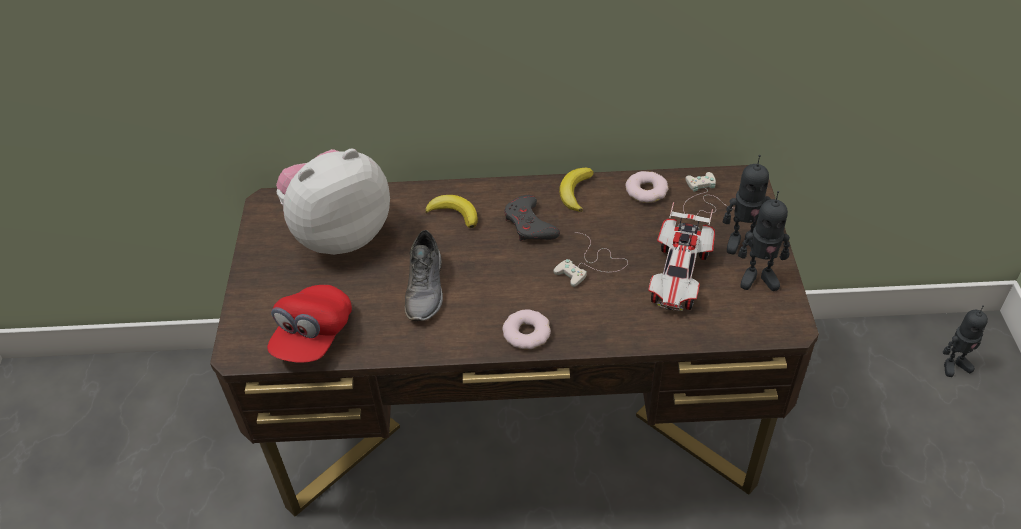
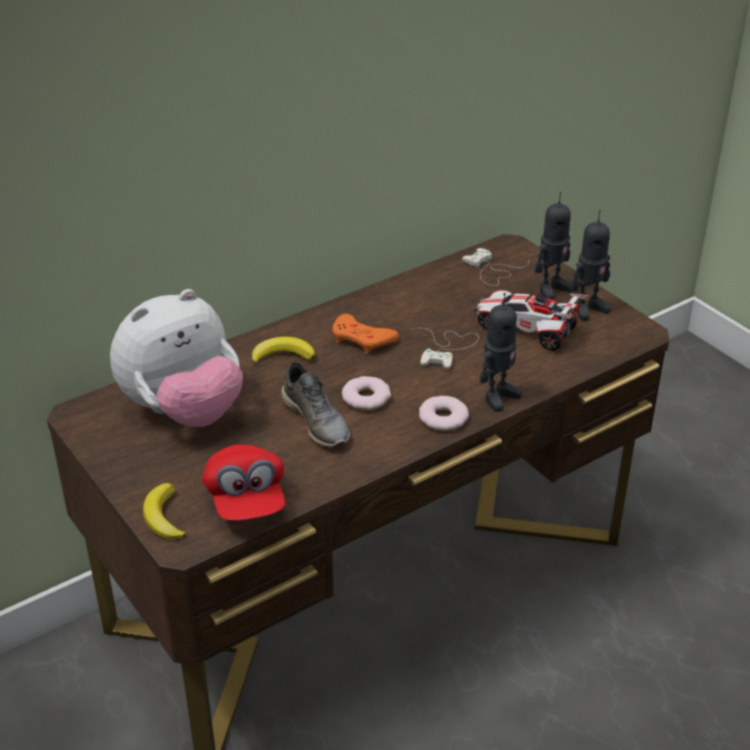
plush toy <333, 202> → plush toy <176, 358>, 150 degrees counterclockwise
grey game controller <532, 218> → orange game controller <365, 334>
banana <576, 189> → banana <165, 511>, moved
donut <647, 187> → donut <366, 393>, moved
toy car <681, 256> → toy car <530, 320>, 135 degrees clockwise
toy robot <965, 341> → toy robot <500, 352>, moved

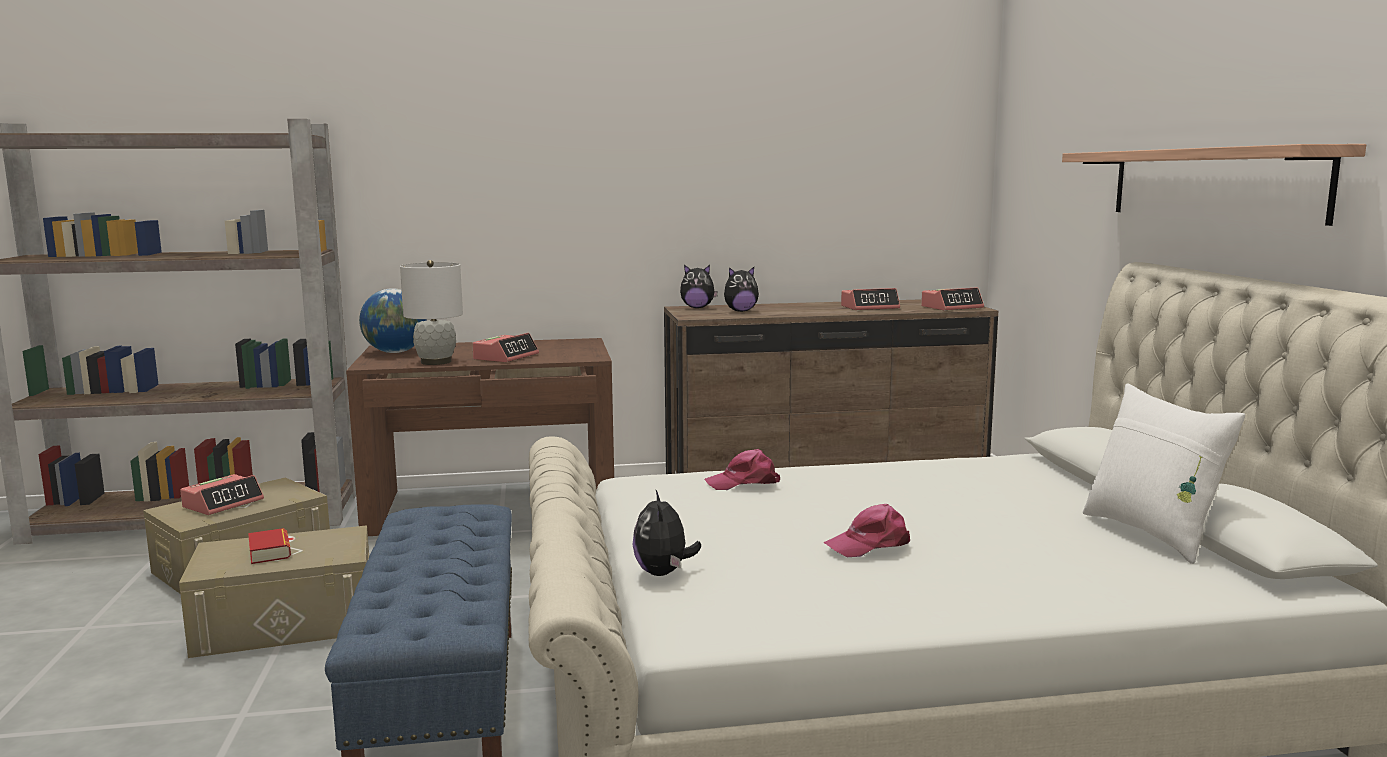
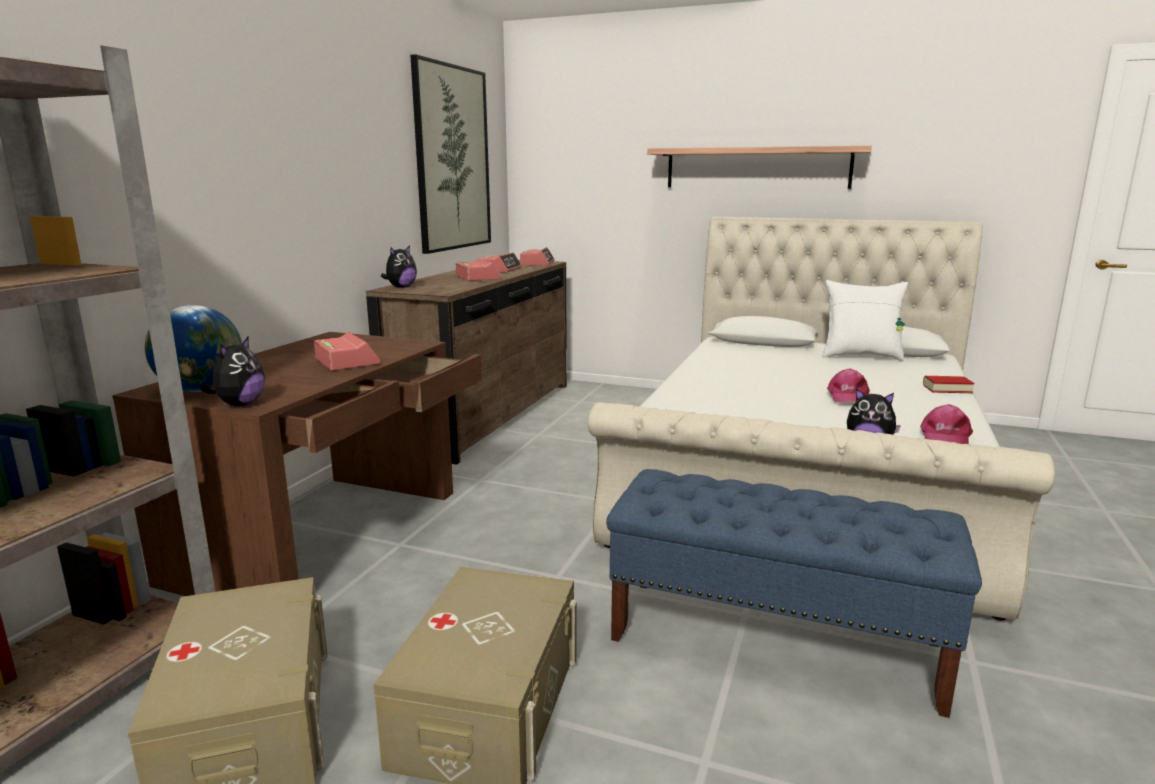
alarm clock <222, 494> → alarm clock <478, 270>, moved
book <269, 546> → book <949, 384>, moved
white table lamp <431, 312> → -
pink cap <742, 469> → pink cap <946, 424>, moved
plush toy <741, 289> → plush toy <233, 371>, moved
- → picture <450, 154>

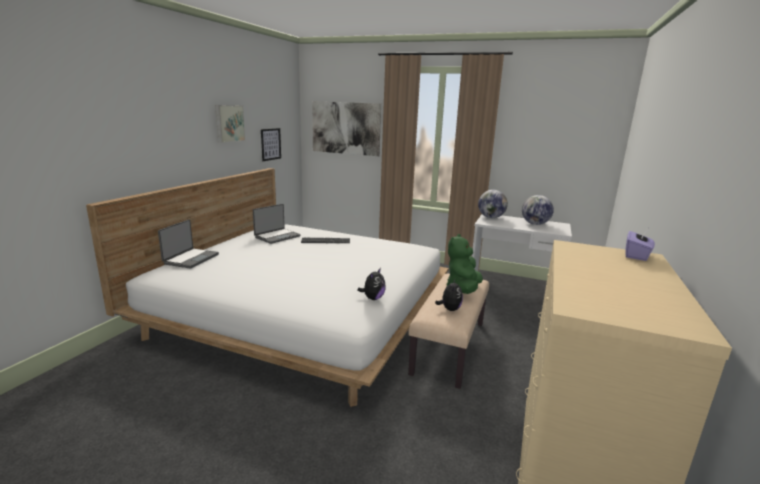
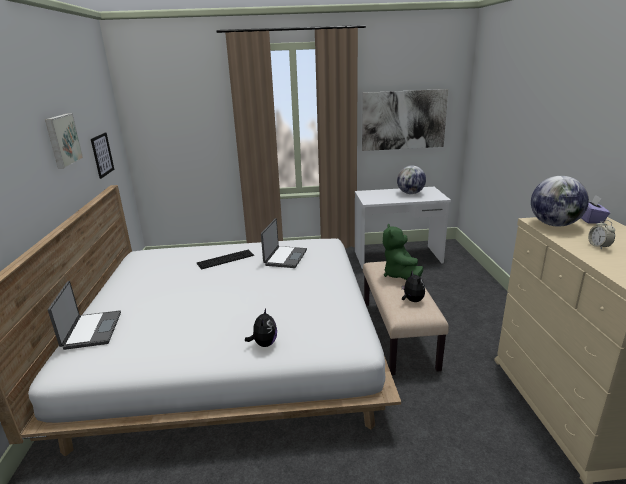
laptop <277, 224> → laptop <284, 243>, moved
picture <346, 128> → picture <405, 120>, moved
plush toy <371, 284> → plush toy <261, 327>, moved
globe <493, 204> → globe <560, 201>, moved
- → alarm clock <601, 235>

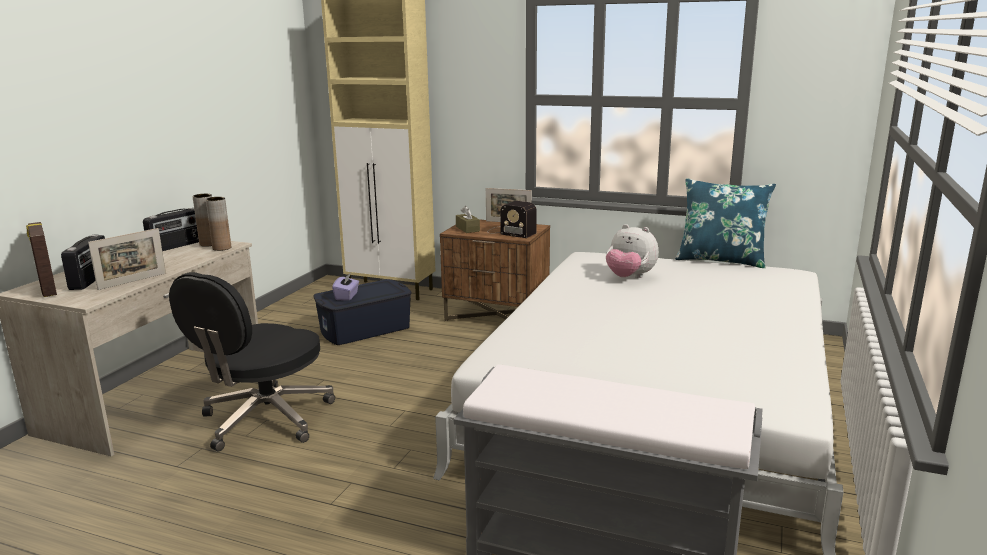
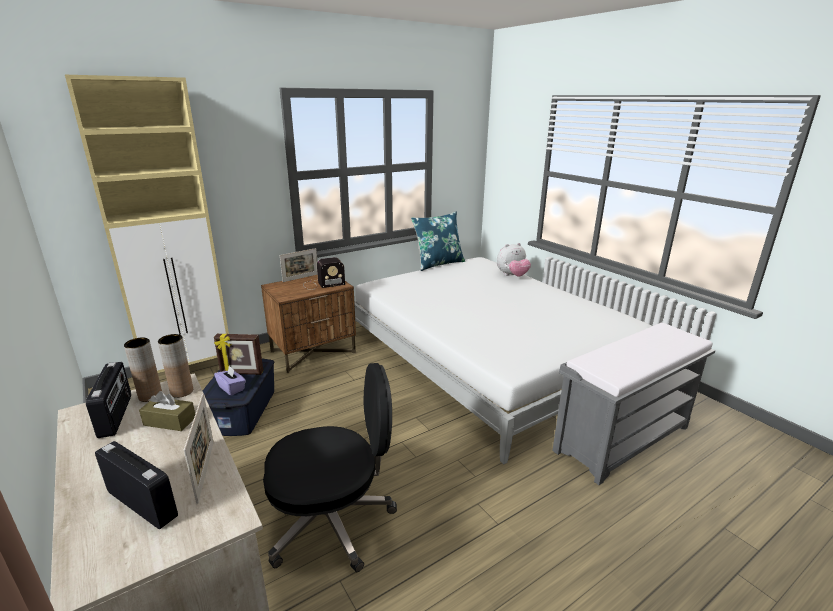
picture frame <41, 259> → picture frame <238, 354>, moved
black office chair <252, 361> → black office chair <330, 467>, 75 degrees counterclockwise
brown tissue box <468, 219> → brown tissue box <167, 411>, moved
plush toy <632, 251> → plush toy <514, 260>, moved

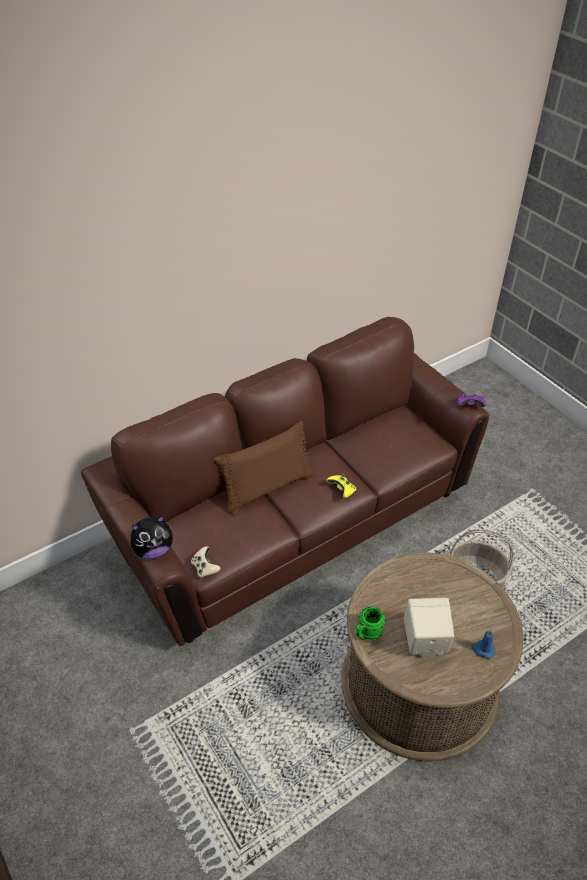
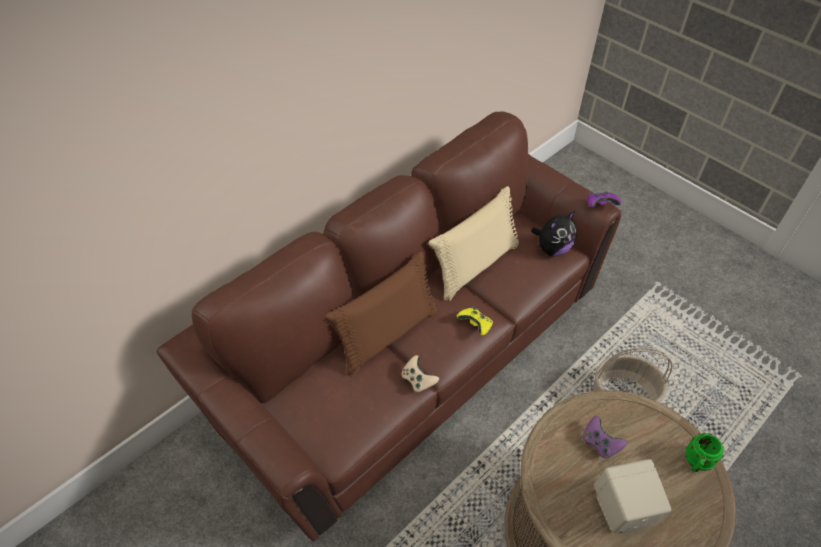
plush toy <152, 537> → plush toy <554, 233>, moved
beige game controller <206, 562> → beige game controller <420, 374>, moved
green mug <371, 623> → green mug <705, 452>, moved
blue candle <483, 644> → -
- → beige pillow <474, 243>
- → purple game controller <604, 437>

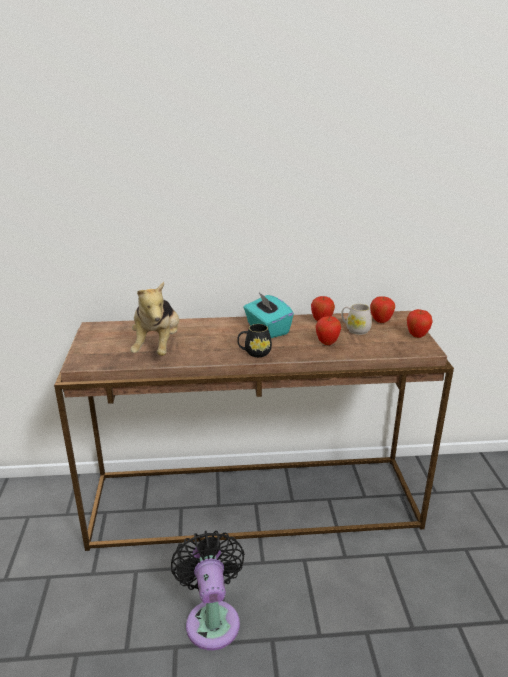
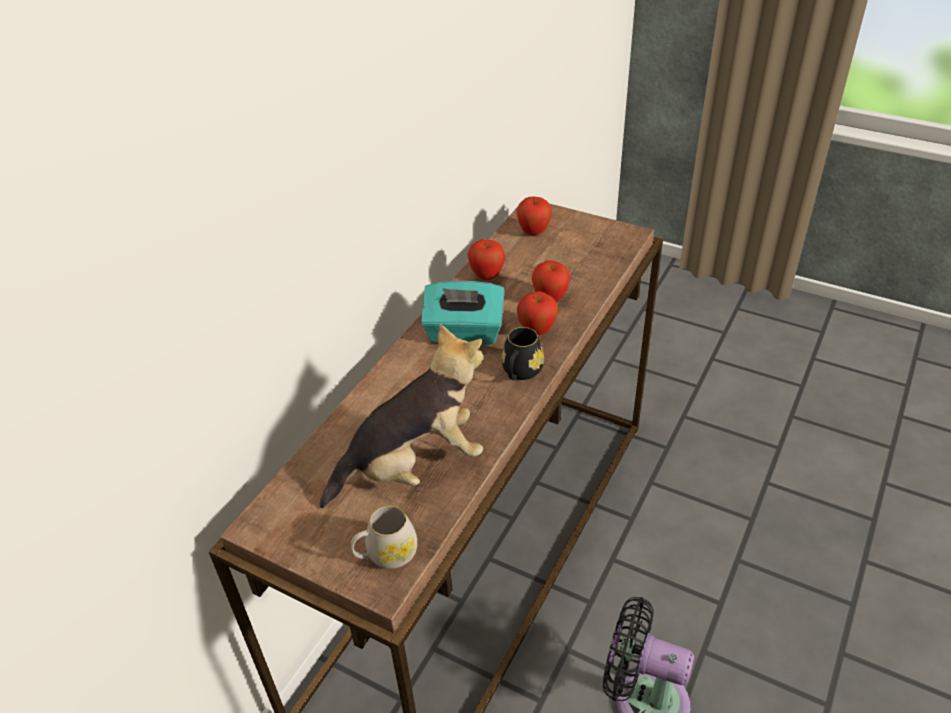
plush toy <154, 319> → plush toy <401, 415>, 60 degrees counterclockwise
white mug <356, 319> → white mug <384, 537>, moved
apple <420, 323> → apple <537, 313>, moved

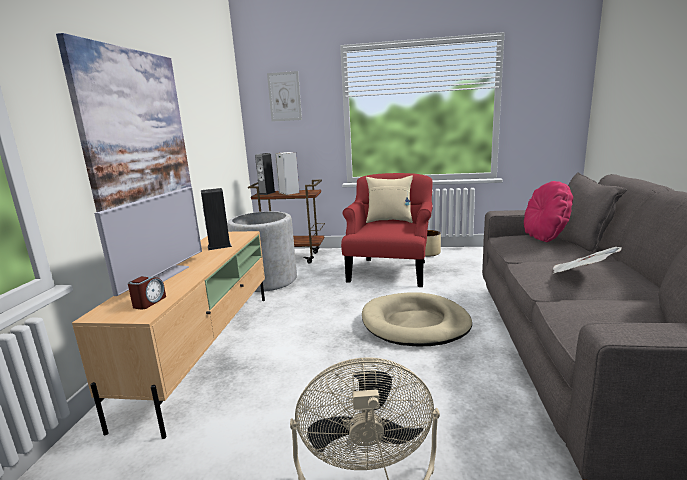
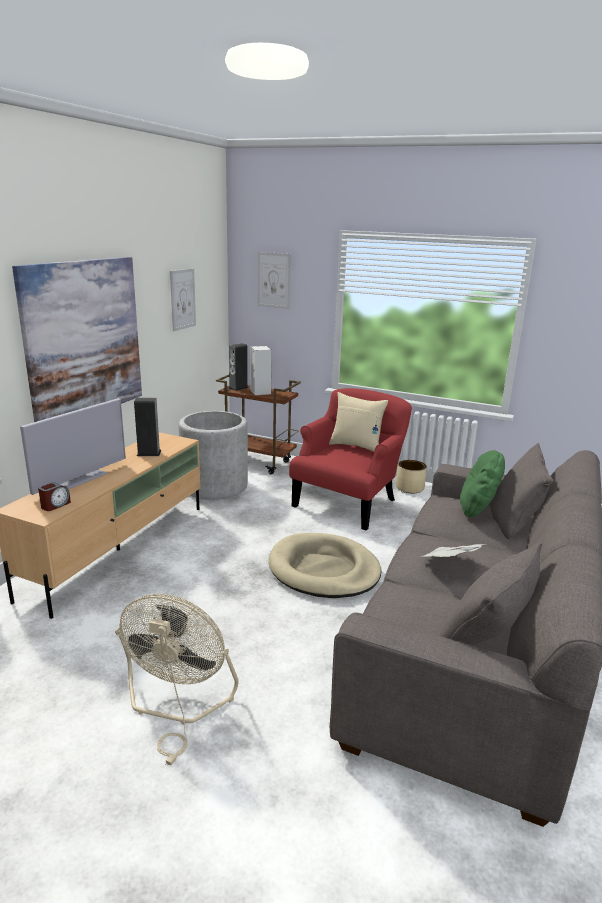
pink pillow <548, 211> → green pillow <482, 483>
- → picture <183, 299>

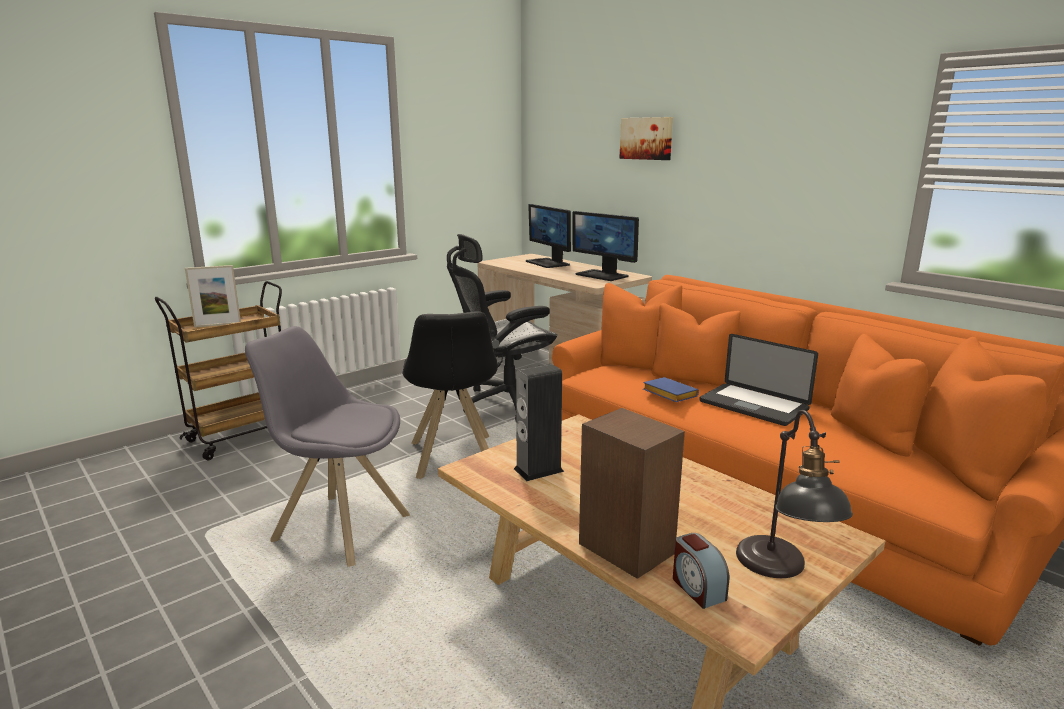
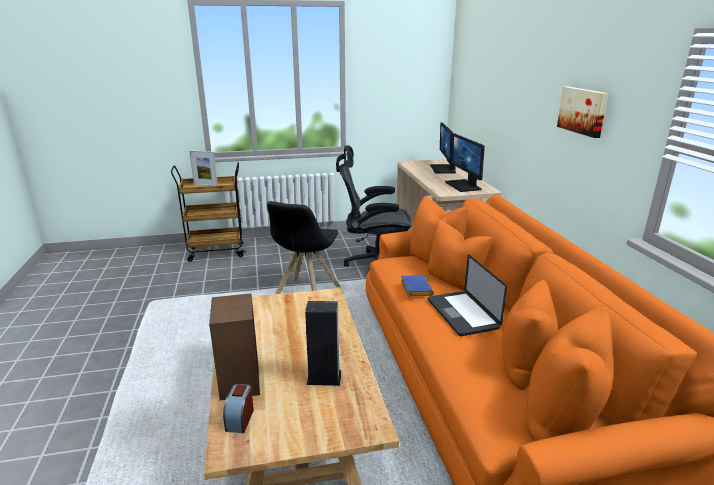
grey chair <327, 446> → -
speaker <539, 422> → speaker <323, 343>, moved
picture <646, 138> → picture <583, 112>, moved
grey table lamp <794, 494> → -

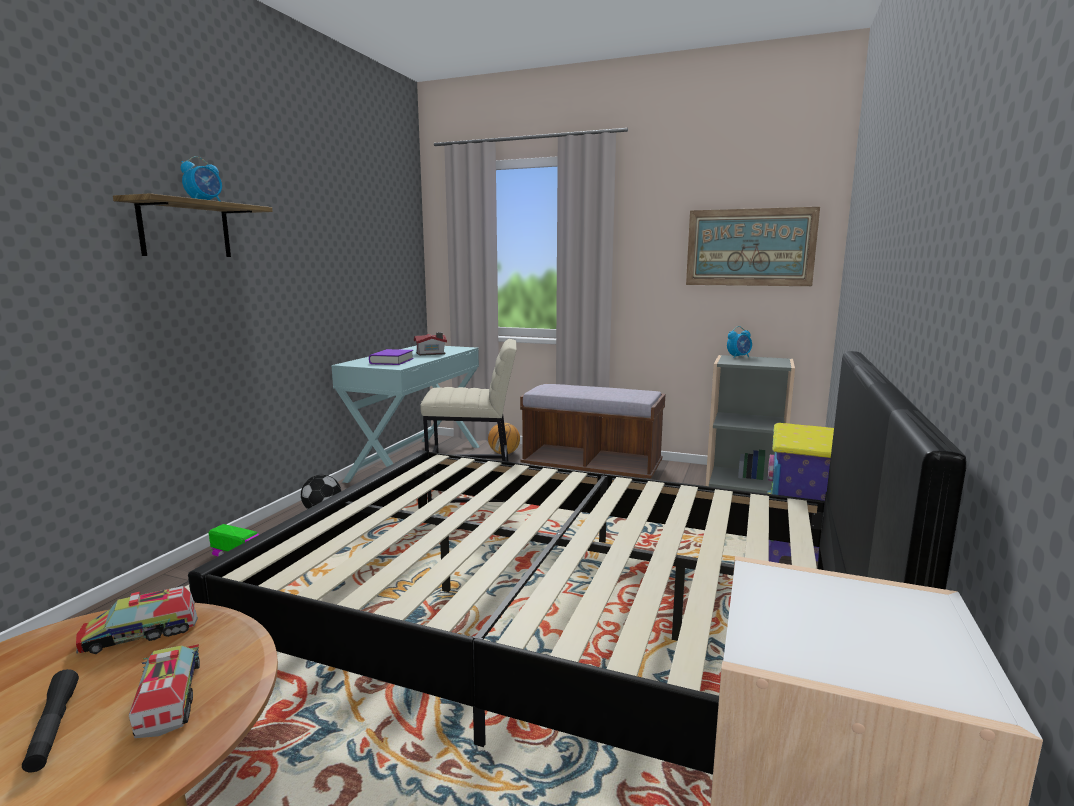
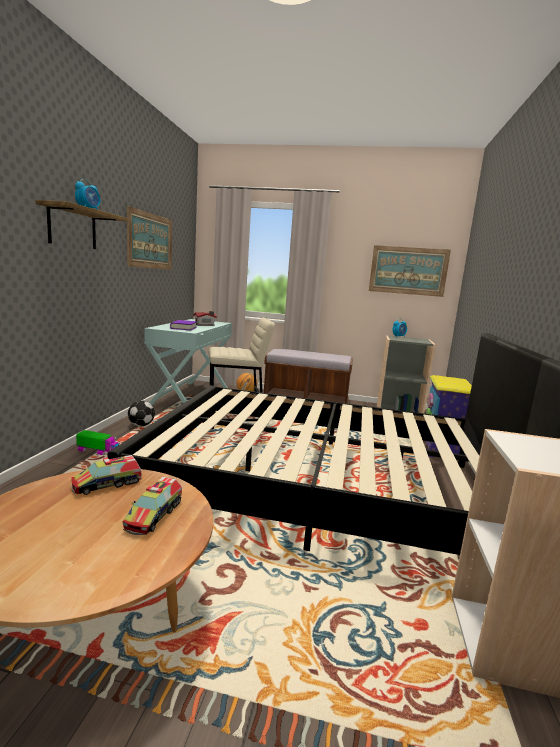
black flashlight <50, 720> → -
toy truck <164, 691> → toy truck <152, 506>, 135 degrees counterclockwise
- → picture <149, 238>

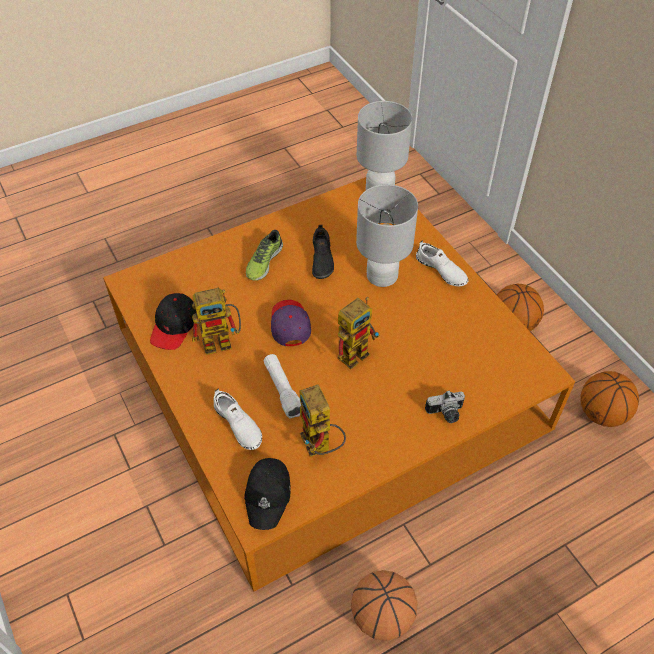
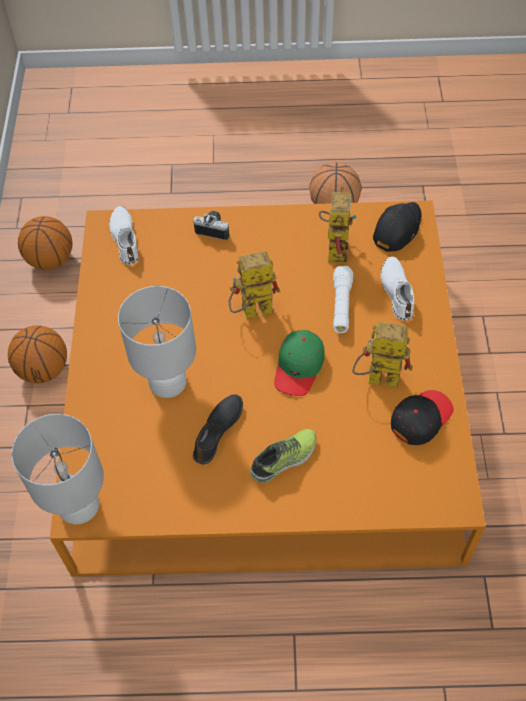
purple cap <291, 323> → green cap <299, 363>
white shoe <442, 263> → white shoe <124, 235>, moved

